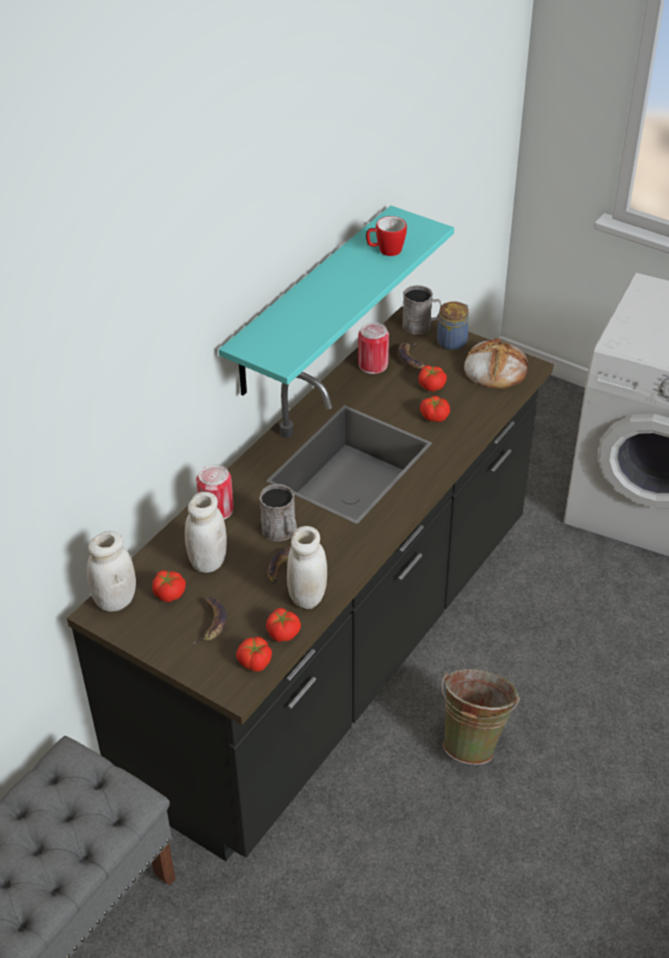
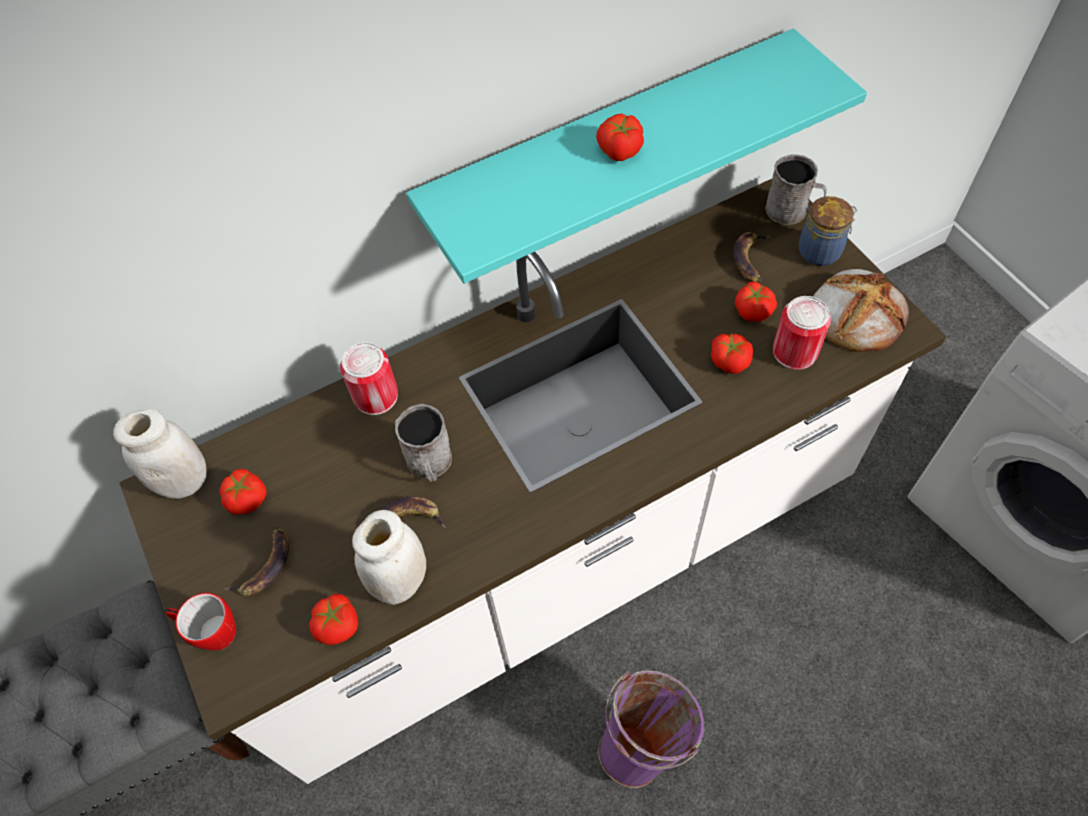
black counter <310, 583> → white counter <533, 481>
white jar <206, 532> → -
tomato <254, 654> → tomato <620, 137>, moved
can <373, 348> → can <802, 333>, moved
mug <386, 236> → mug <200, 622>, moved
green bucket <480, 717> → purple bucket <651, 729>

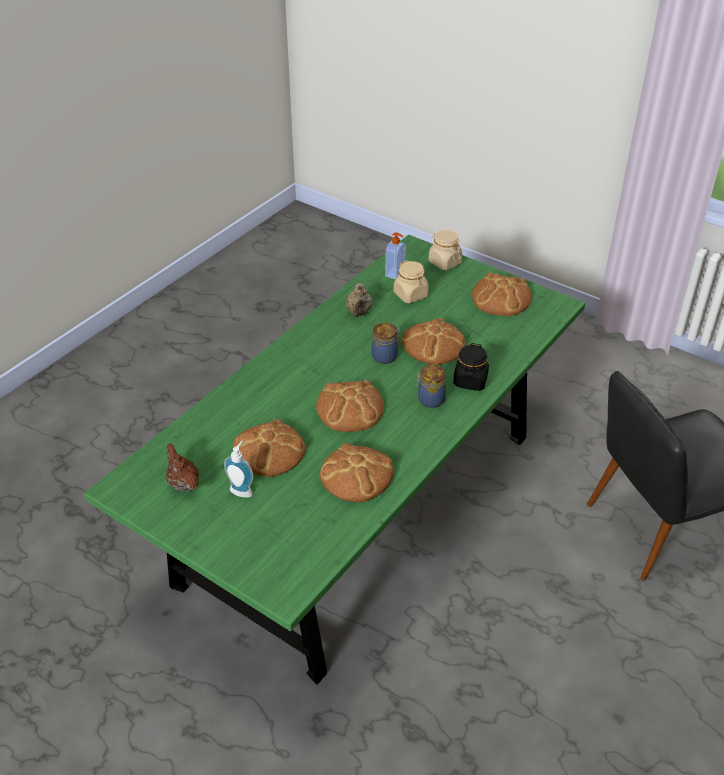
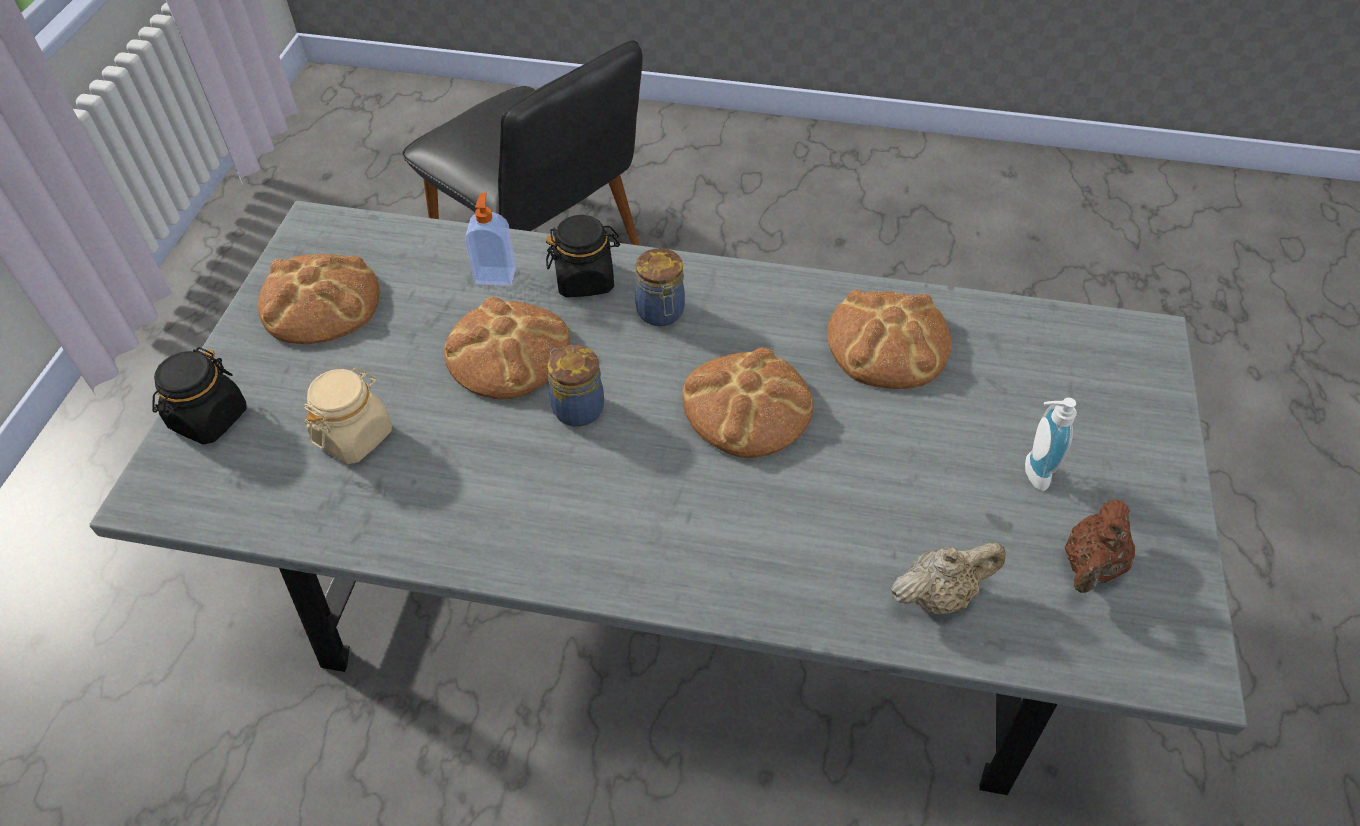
green dining table <334, 460> → grey dining table <668, 498>
bread <269, 448> → -
beige teapot <359, 300> → beige teapot <948, 578>, moved
soap dispenser <395, 255> → soap dispenser <490, 239>, moved
beige jar <445, 250> → black jar <199, 395>

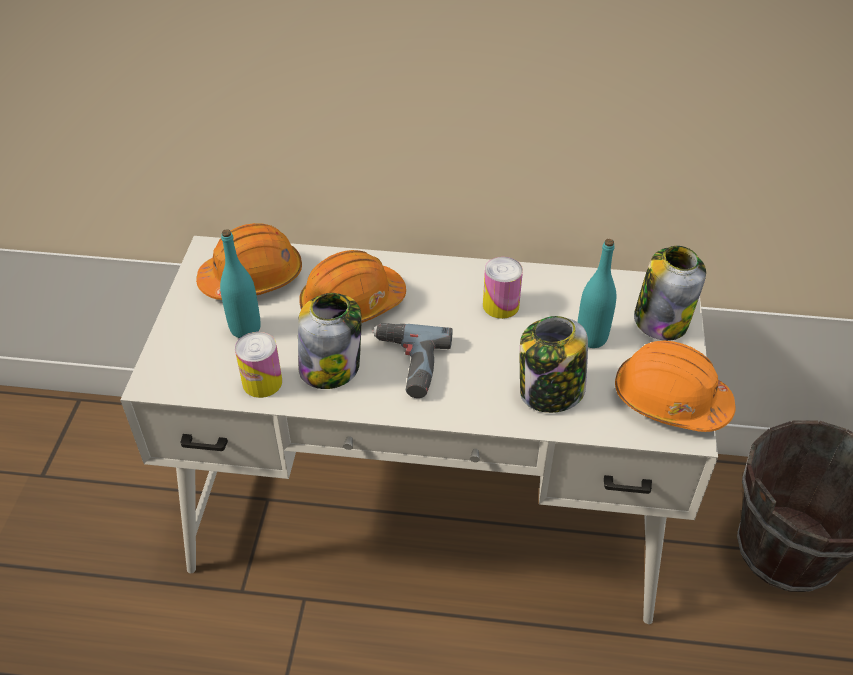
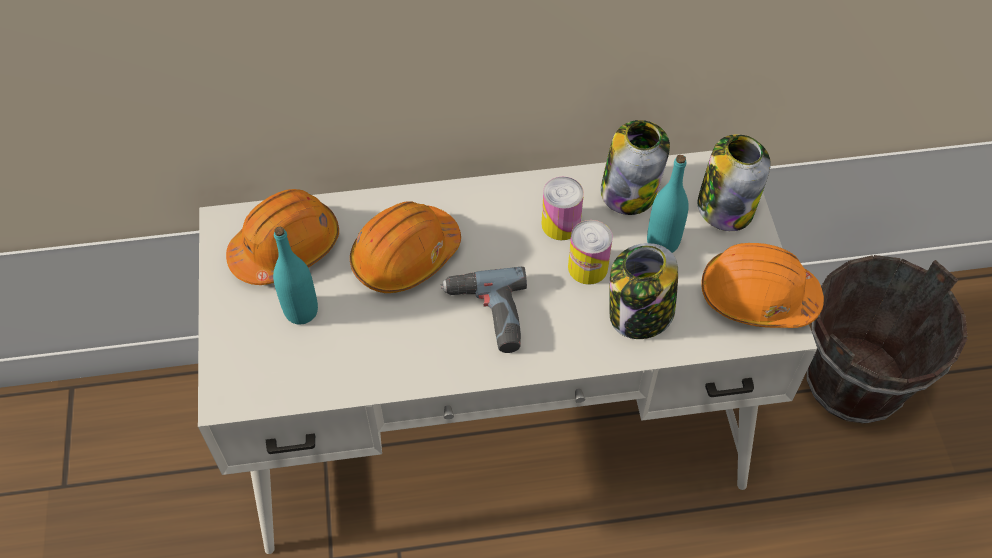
can <258, 365> → can <590, 252>, moved
jar <329, 341> → jar <635, 167>, moved

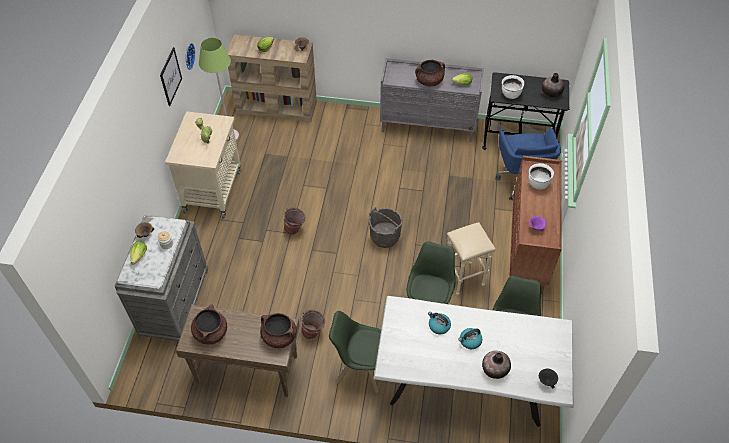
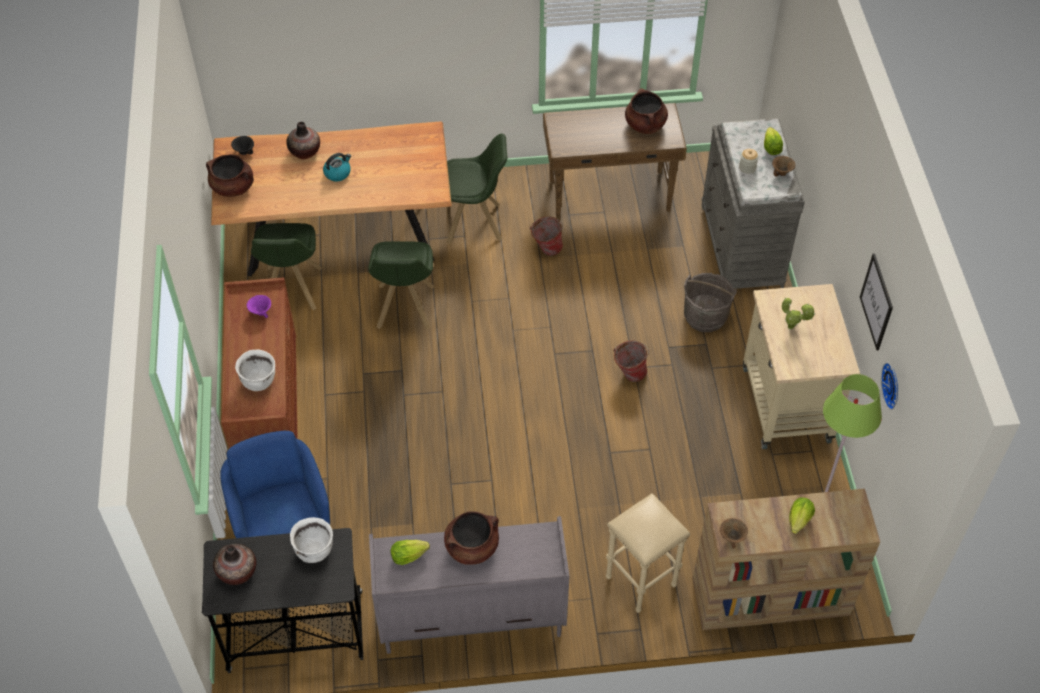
brown cooking pot <278, 330> → brown cooking pot <230, 175>, moved
grey bucket <385, 227> → grey bucket <710, 302>, moved
white dining table <473, 361> → brown dining table <331, 199>
kettle <439, 323> → -
beige stool <471, 258> → beige stool <648, 553>, moved

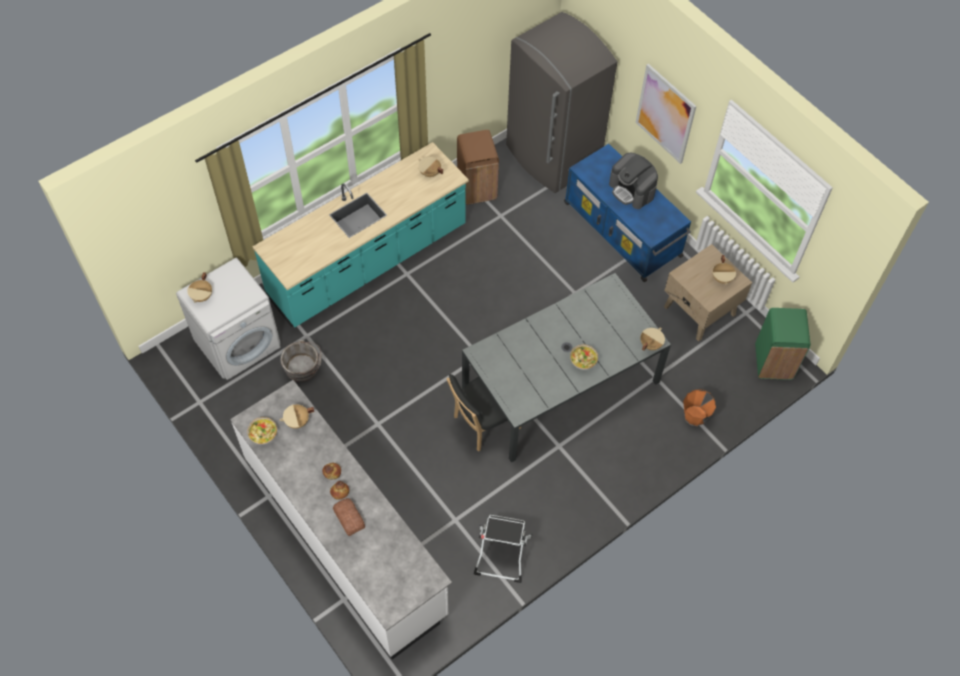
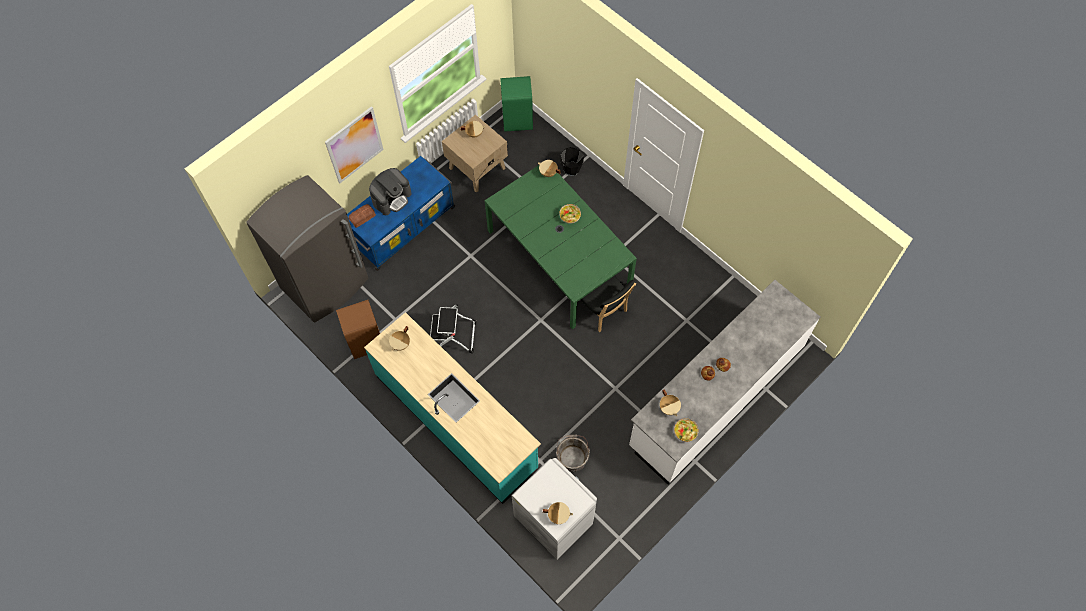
bread <349, 517> → bread <362, 216>, moved
grey dining table <566, 368> → green dining table <561, 247>
step ladder <503, 549> → step ladder <453, 329>, moved
orange bucket <699, 407> → black bucket <572, 161>

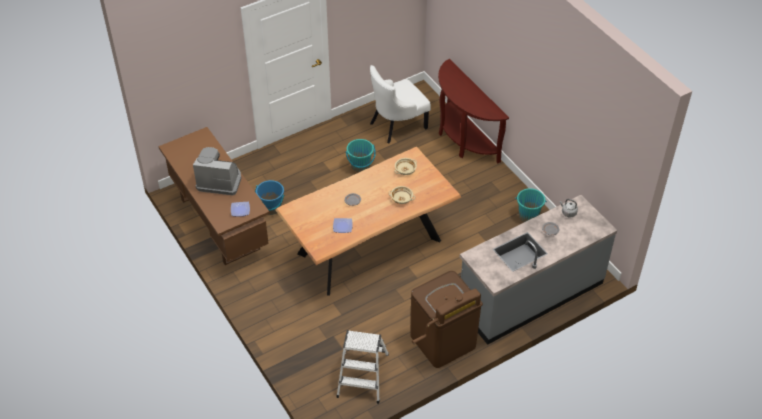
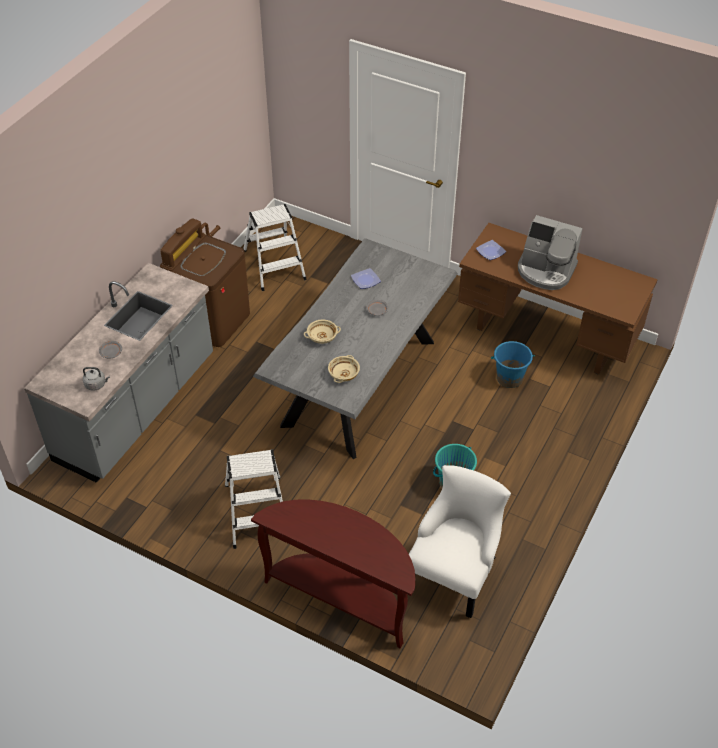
coffee machine <217, 171> → coffee machine <550, 252>, 45 degrees clockwise
brown dining table <368, 221> → grey dining table <355, 348>
turquoise bucket <531, 205> → -
- → white step ladder <254, 499>

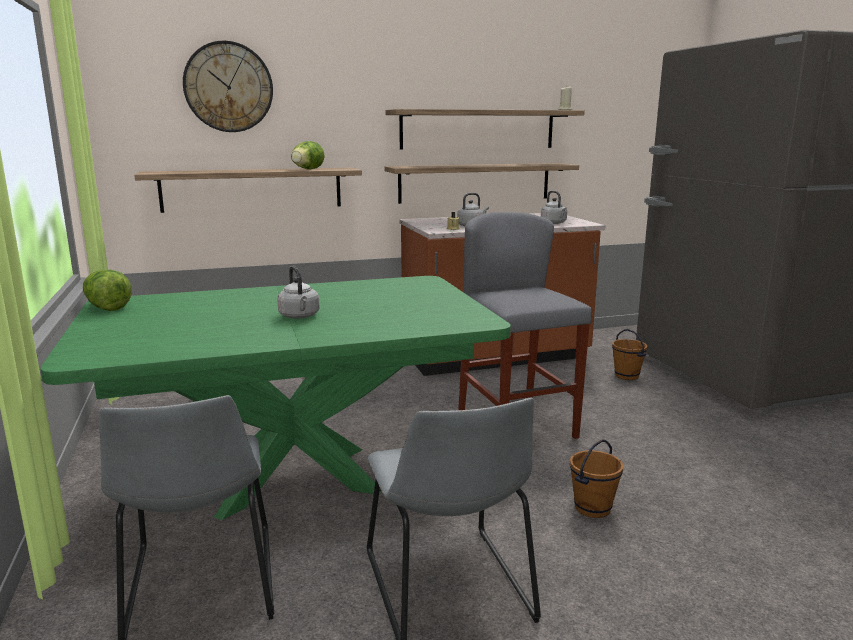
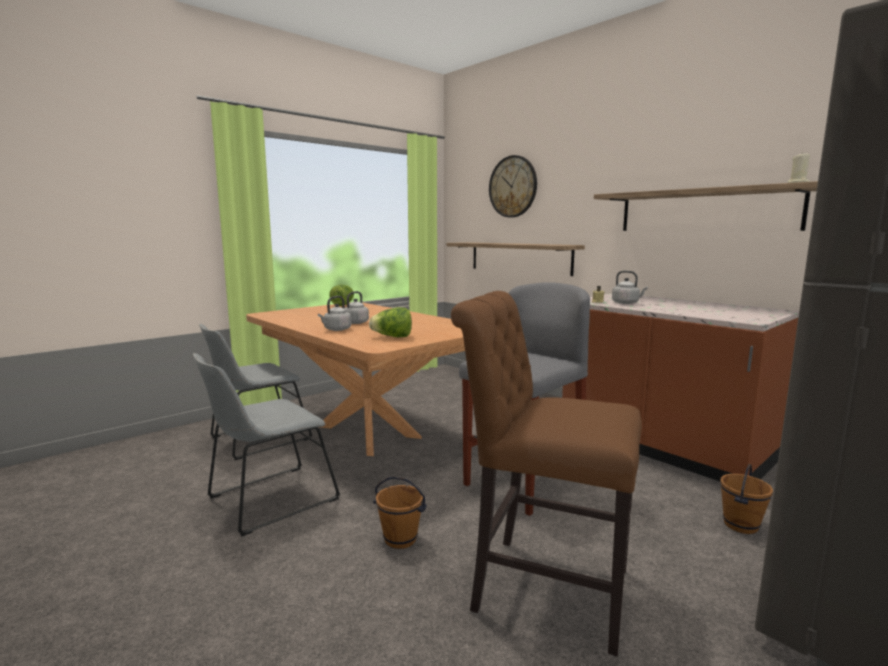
green dining table <275, 398> → brown dining table <355, 379>
lettuce <308, 155> → lettuce <390, 322>, moved
shelf <481, 183> → -
grey kettle <554, 207> → grey kettle <335, 313>, moved
- → brown stool <546, 473>

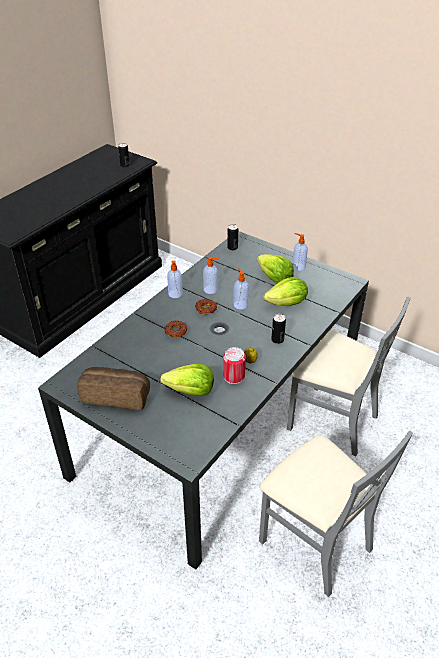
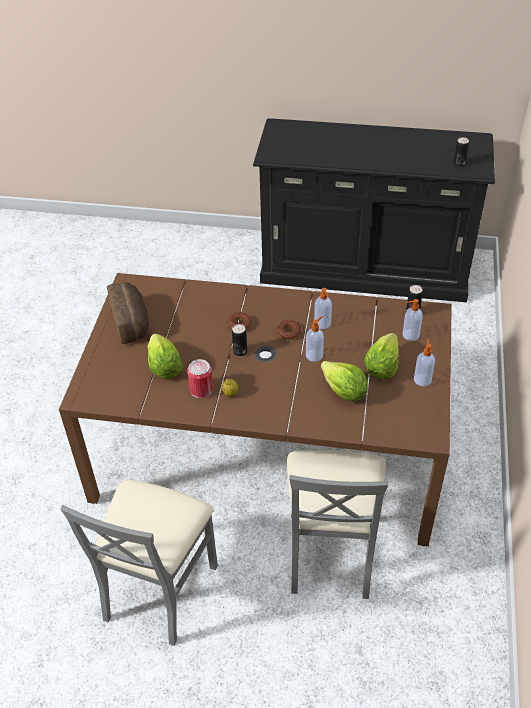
grey dining table <203, 400> → brown dining table <255, 409>
soap dispenser <175, 279> → soap dispenser <413, 320>, moved
can <278, 329> → can <239, 340>, moved

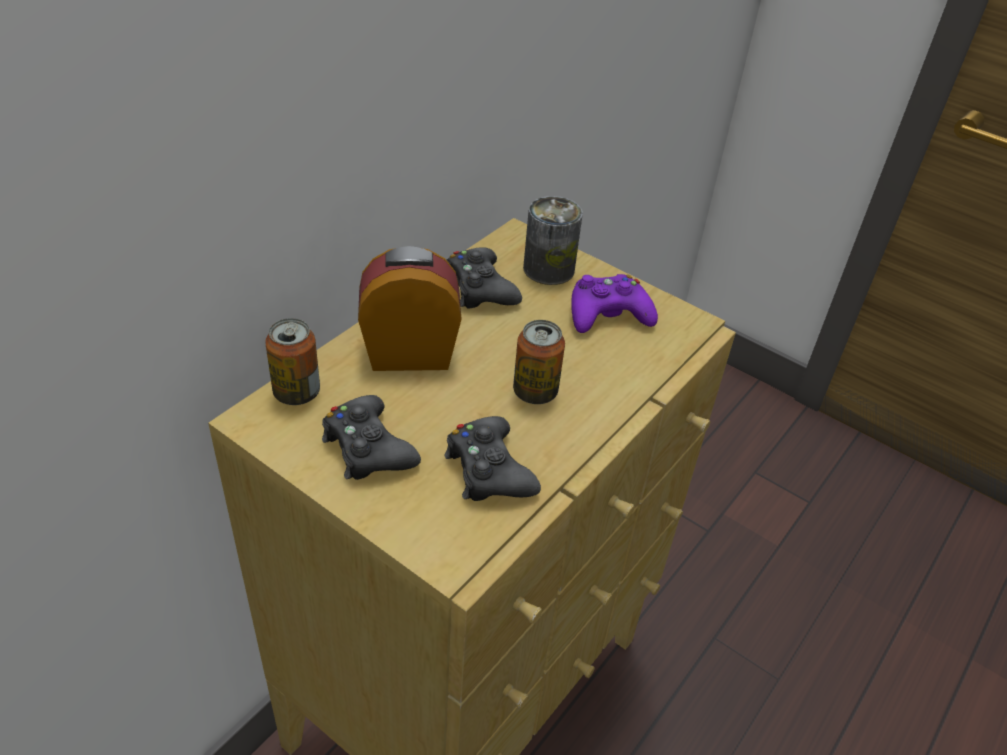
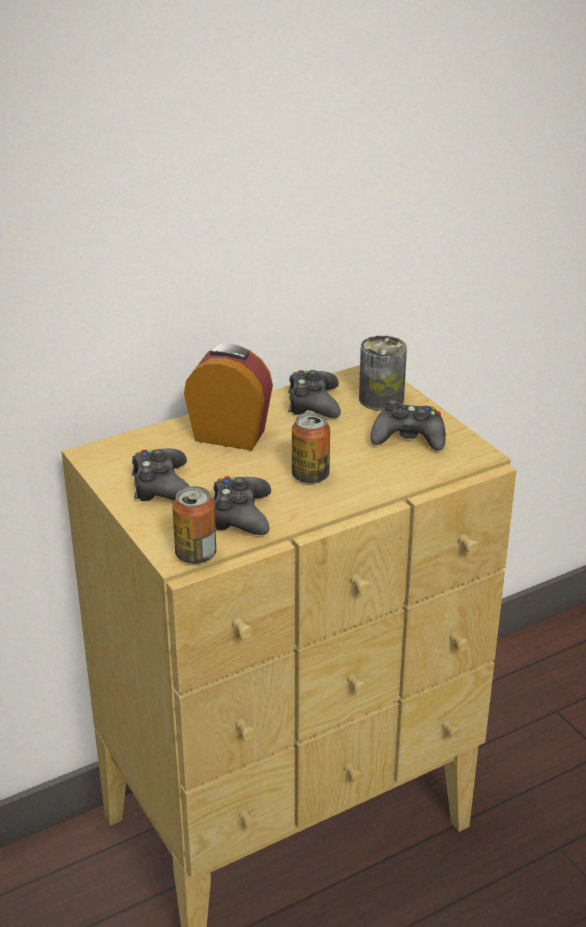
can <292, 361> → can <194, 525>, moved
purple game controller <614, 303> → black game controller <408, 425>

